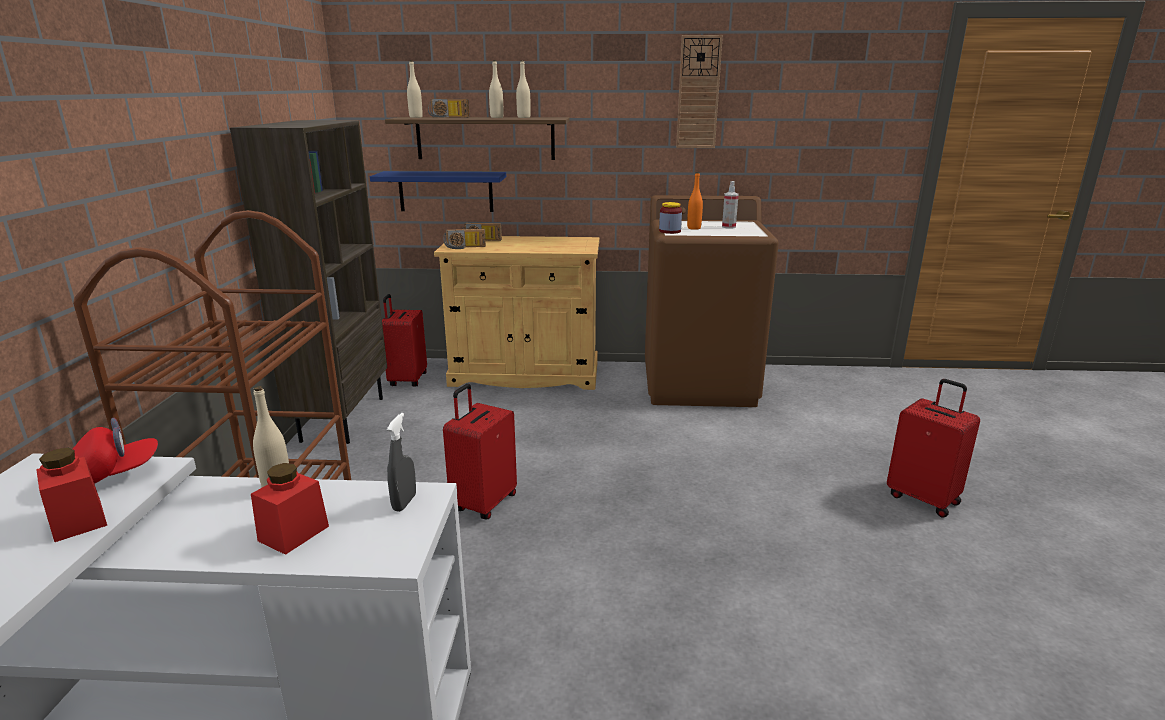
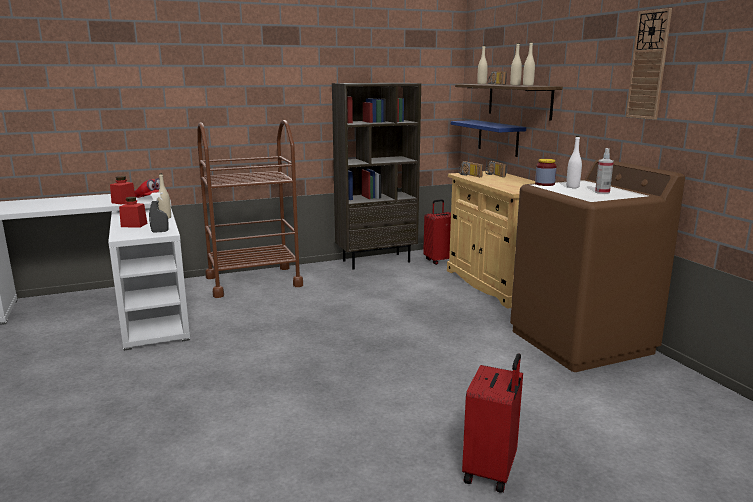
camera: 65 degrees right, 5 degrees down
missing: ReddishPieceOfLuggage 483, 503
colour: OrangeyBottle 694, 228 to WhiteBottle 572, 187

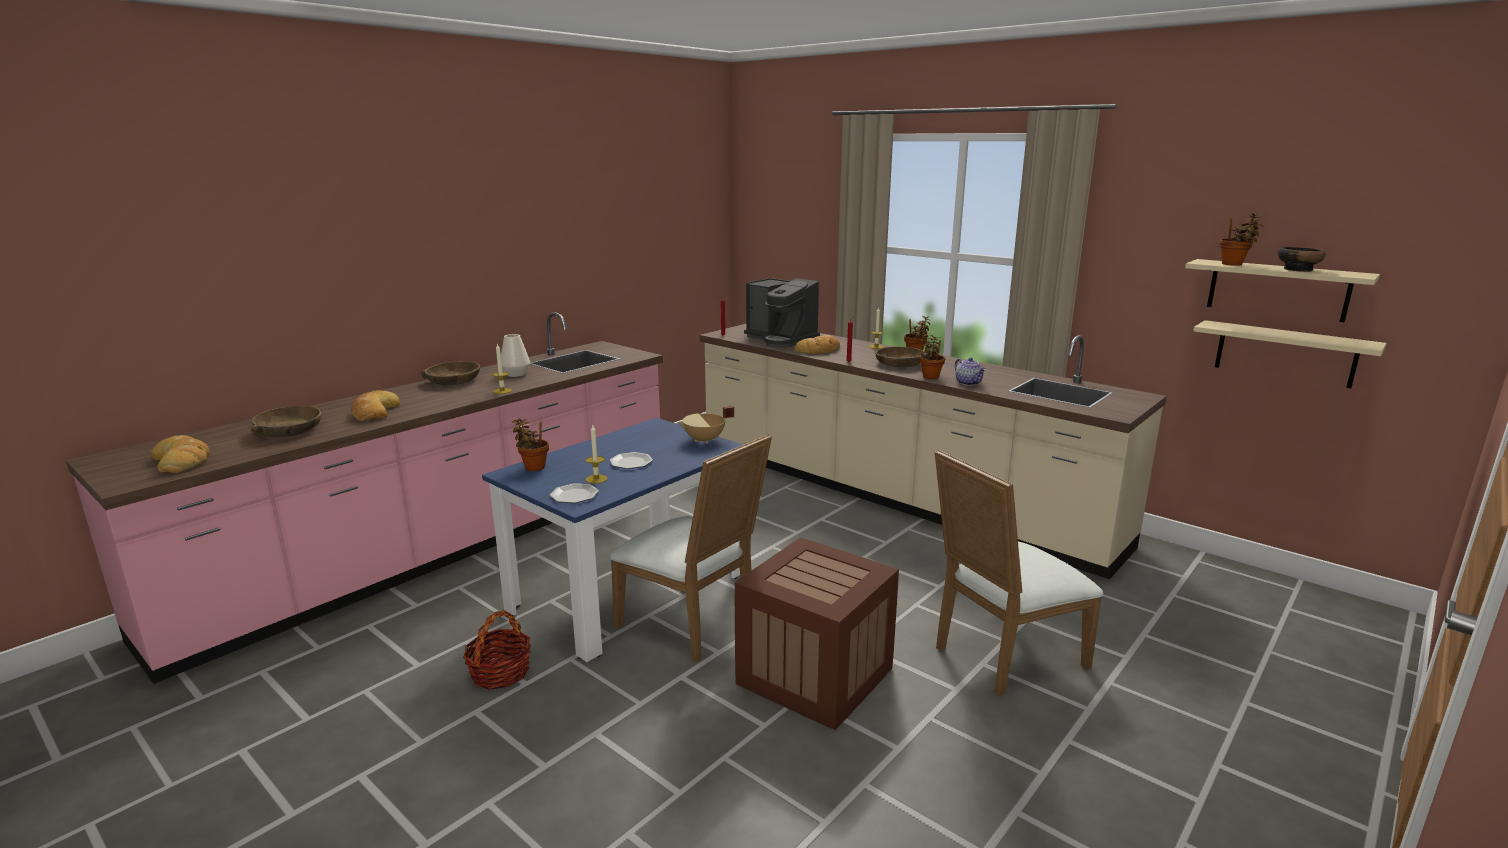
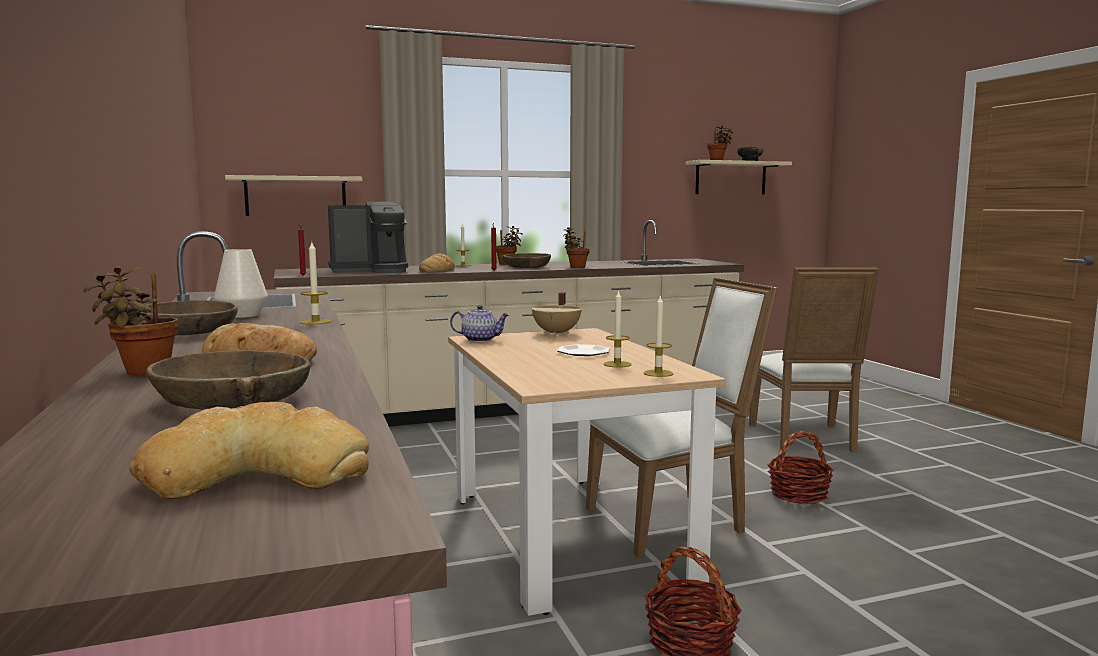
camera: 60 degrees left, 10 degrees down
relocated: BeigeWallShelf 1285, 354 to 296, 196; PotForTea 969, 383 to 480, 340; Houseplant 533, 467 to 142, 372
exchanged: Plate 574, 495 to Candle 658, 373; PackingCrate 815, 676 to Basket 798, 494
colour: BluishKitchenTable 629, 591 to BeigeKitchenTable 566, 536

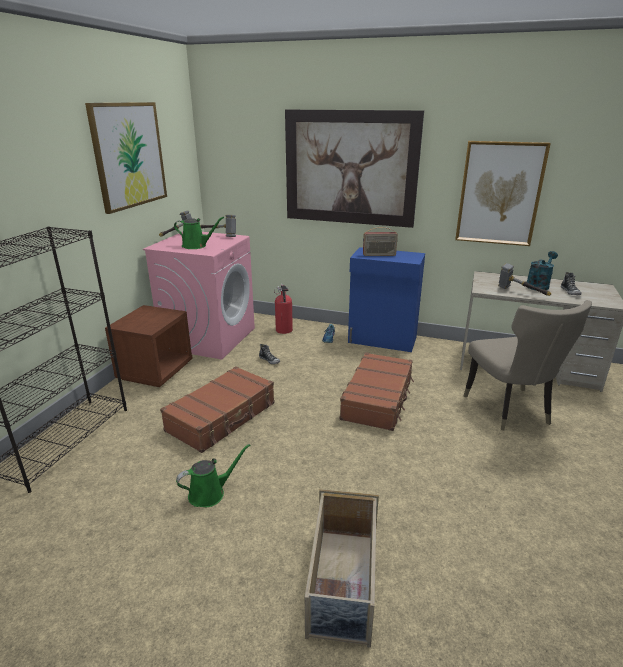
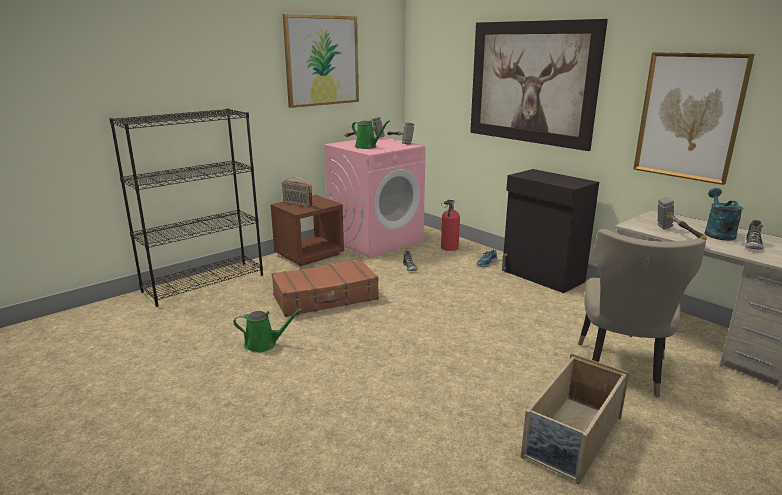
camera: 30 degrees right, 5 degrees down
missing: BrownPieceOfLuggage 378, 399
relocated: RadioReceiver 379, 255 to 297, 204; BeigeStorageBox 343, 582 to 572, 437
colour: BluishCupboard 382, 340 to BlackColouredCupboard 542, 276
spun: TurquoiseColouredSprinklingCan 538, 285 = 717, 233 60 degrees counterclockwise

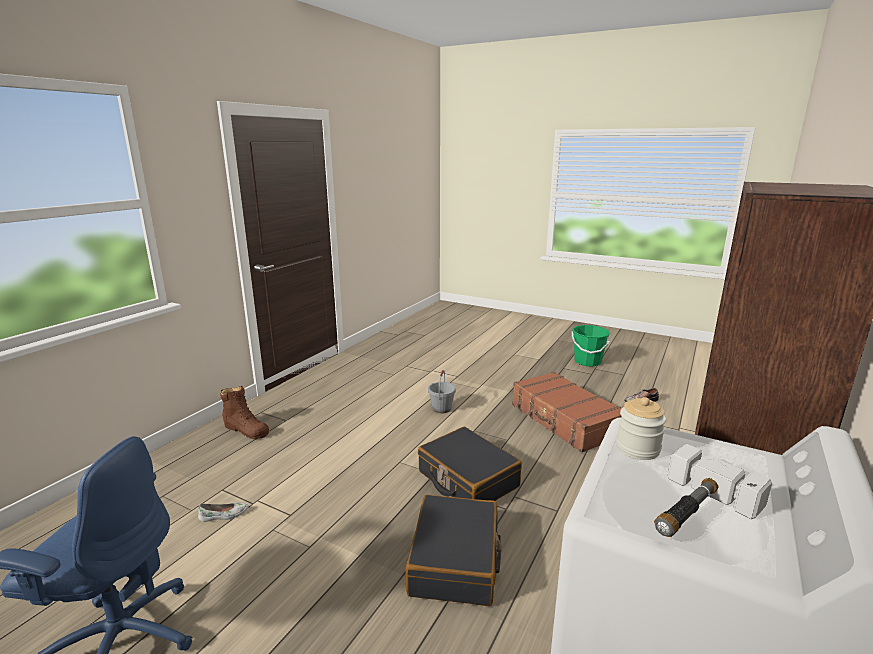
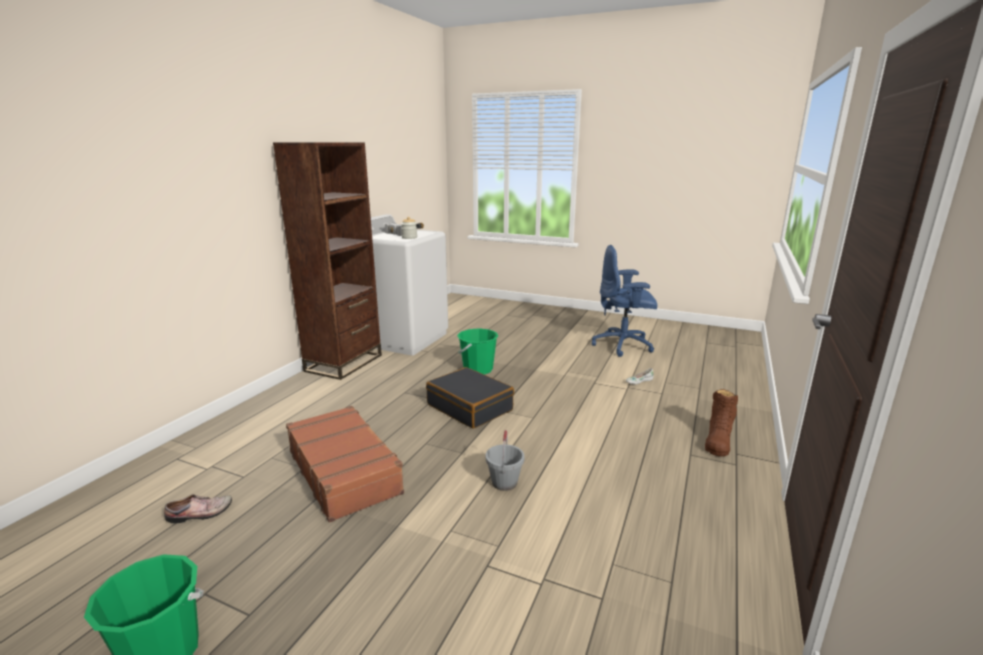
camera: 175 degrees right, 0 degrees up
exchanged: BlackColouredPieceOfLuggage 455, 561 to GreenColouredPail 478, 369
spun: BrownHighTopBoot 246, 429 = 718, 441 90 degrees counterclockwise

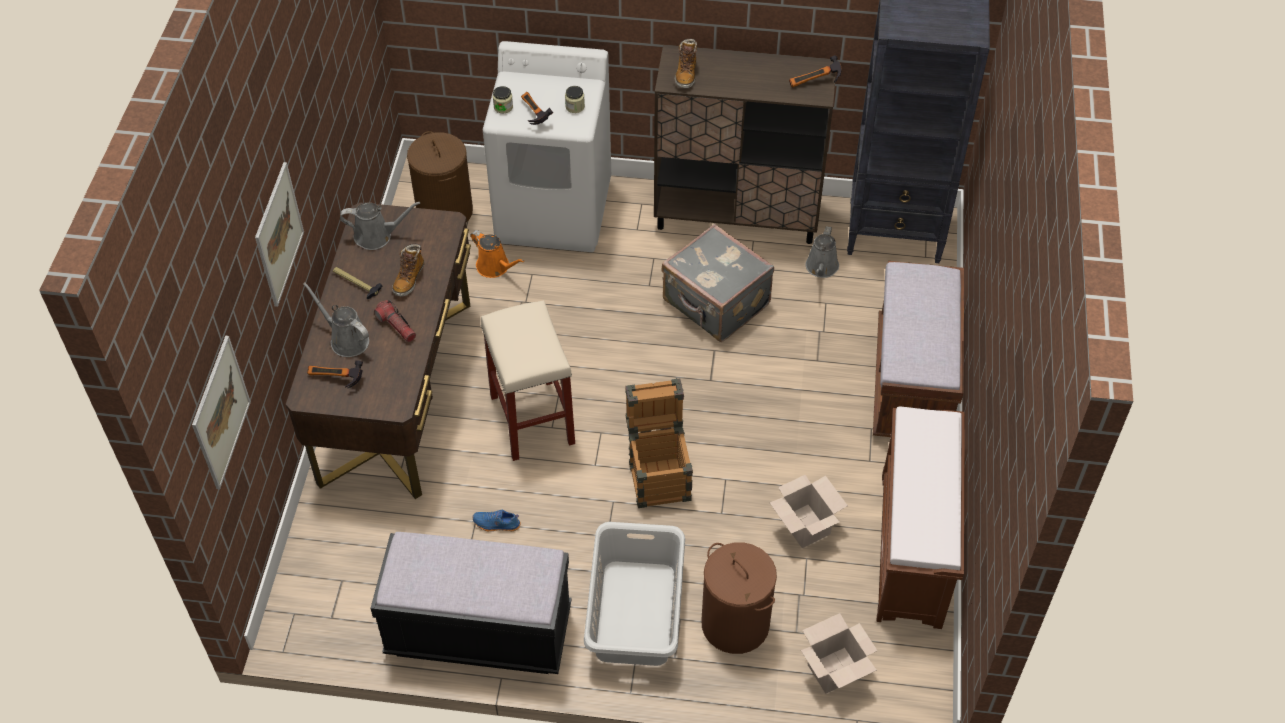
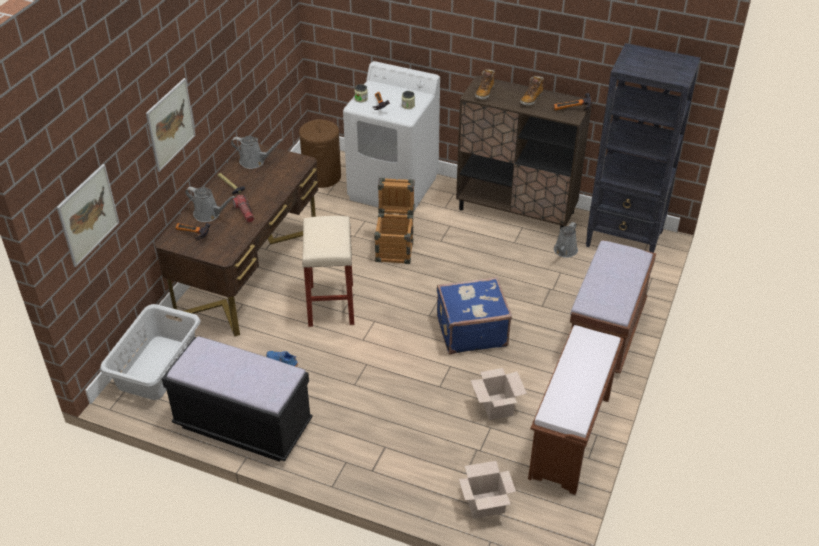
camera: 15 degrees right, 10 degrees down
missing: GreyPieceOfLuggage 715, 304; OrangeySprinklingCan 495, 267; BrownHamper 735, 624
appeared: BluishPieceOfLuggage 471, 331
relocated: HighTopBoot 409, 279 to 531, 99; PackingCrate 659, 474 to 395, 247; GreyHamper 634, 613 to 156, 368
spun: GreySprinklingCan 346, 339 = 209, 214 150 degrees clockwise

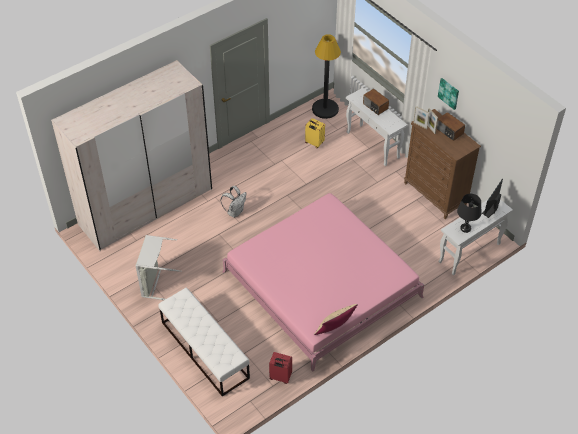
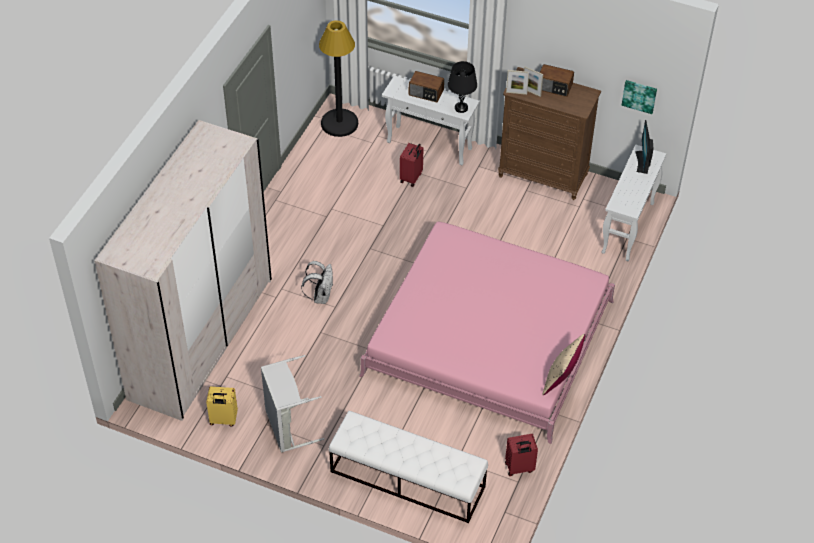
camera: 30 degrees left, 0 degrees up
appeared: ReddishPieceOfLuggage 411, 178
relocated: WallPicture 449, 93 to 639, 96; YellowPieceOfLuggage 314, 143 to 223, 420; BlackColouredTableLamp 465, 228 to 461, 108

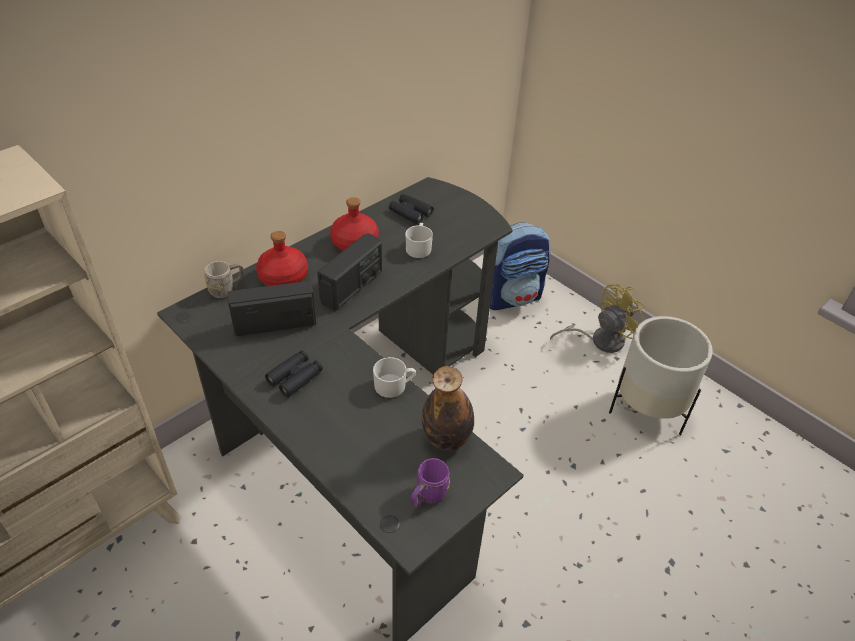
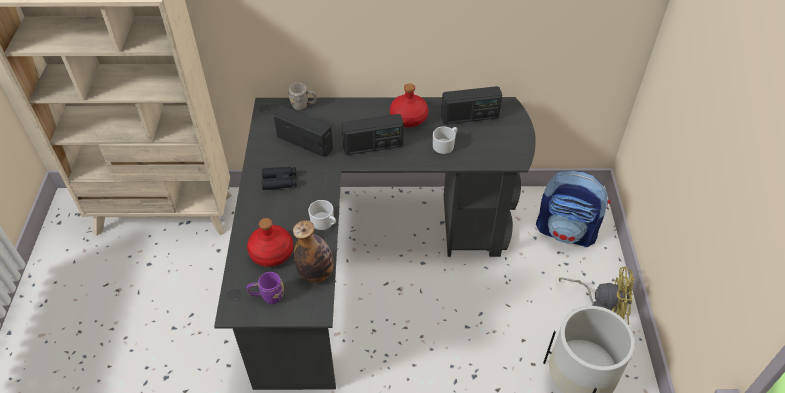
camera: 45 degrees right, 5 degrees up
relocated: ReddishBottle 283, 277 to 271, 252
exchanged: BlackColouredPairOfBinoculars 410, 213 to RadioReceiver 469, 117

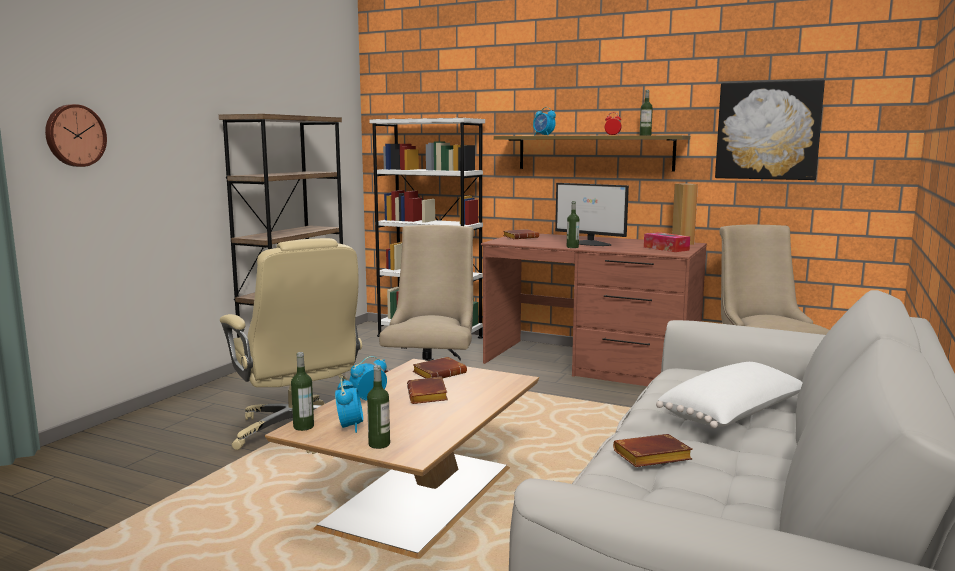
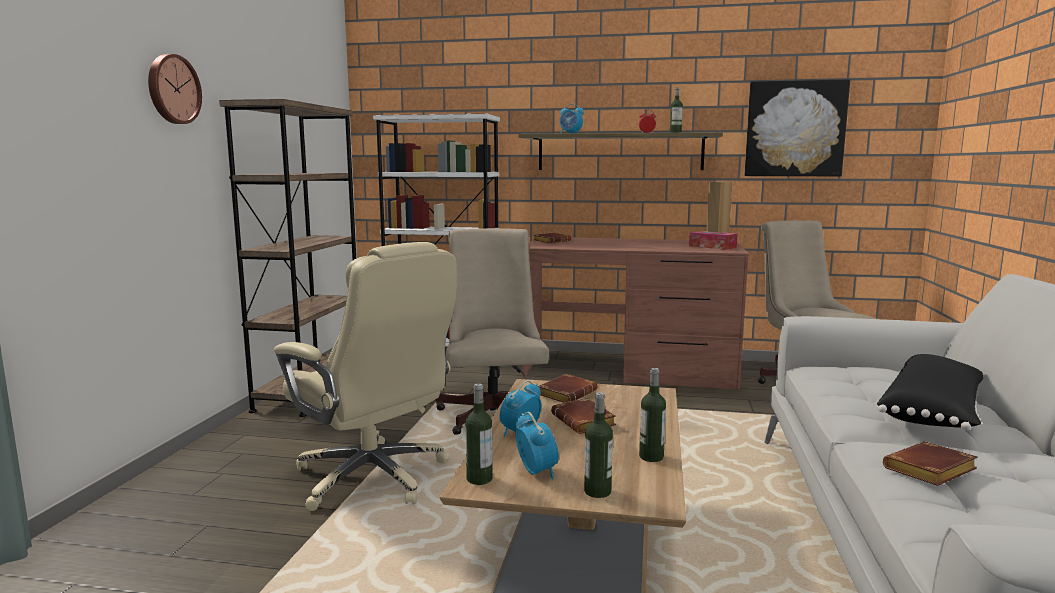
camera: 15 degrees left, 0 degrees up
missing: ComputerDisplay 591, 243
relocated: ClockOnTheWall 74, 135 to 172, 89; Bottle 572, 247 to 651, 457
colour: WhitePillow 735, 416 to BlackColouredPillow 934, 413

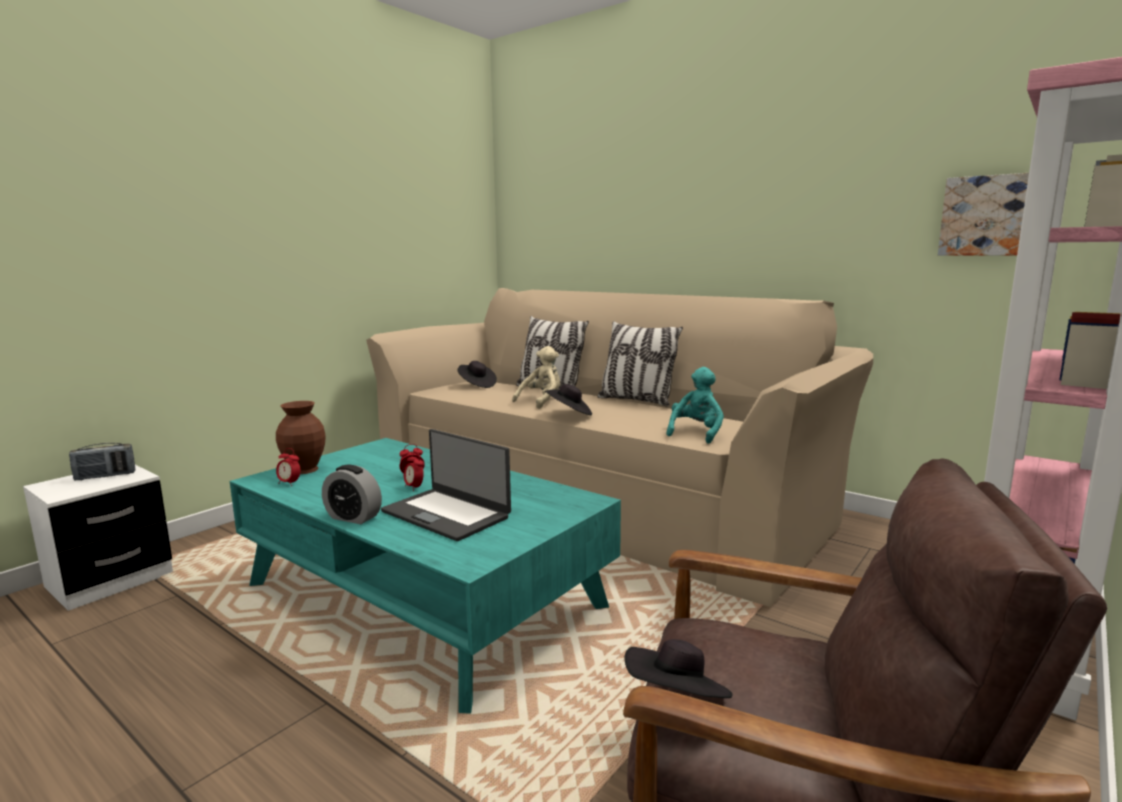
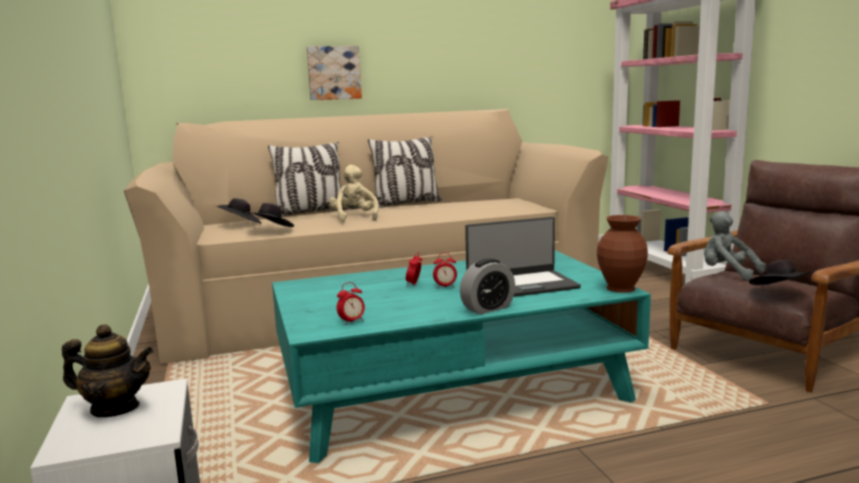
camera: 55 degrees left, 0 degrees up
missing: TurquoiseColouredSoftToy 696, 433
appeared: GreySoftToy 727, 273
relocated: WallPicture 987, 216 to 334, 73; BlackColouredHat 569, 413 to 271, 230; BrownFlowerVase 305, 469 to 621, 288
exchanged: RadioReceiver 105, 476 to PotForTea 115, 408

